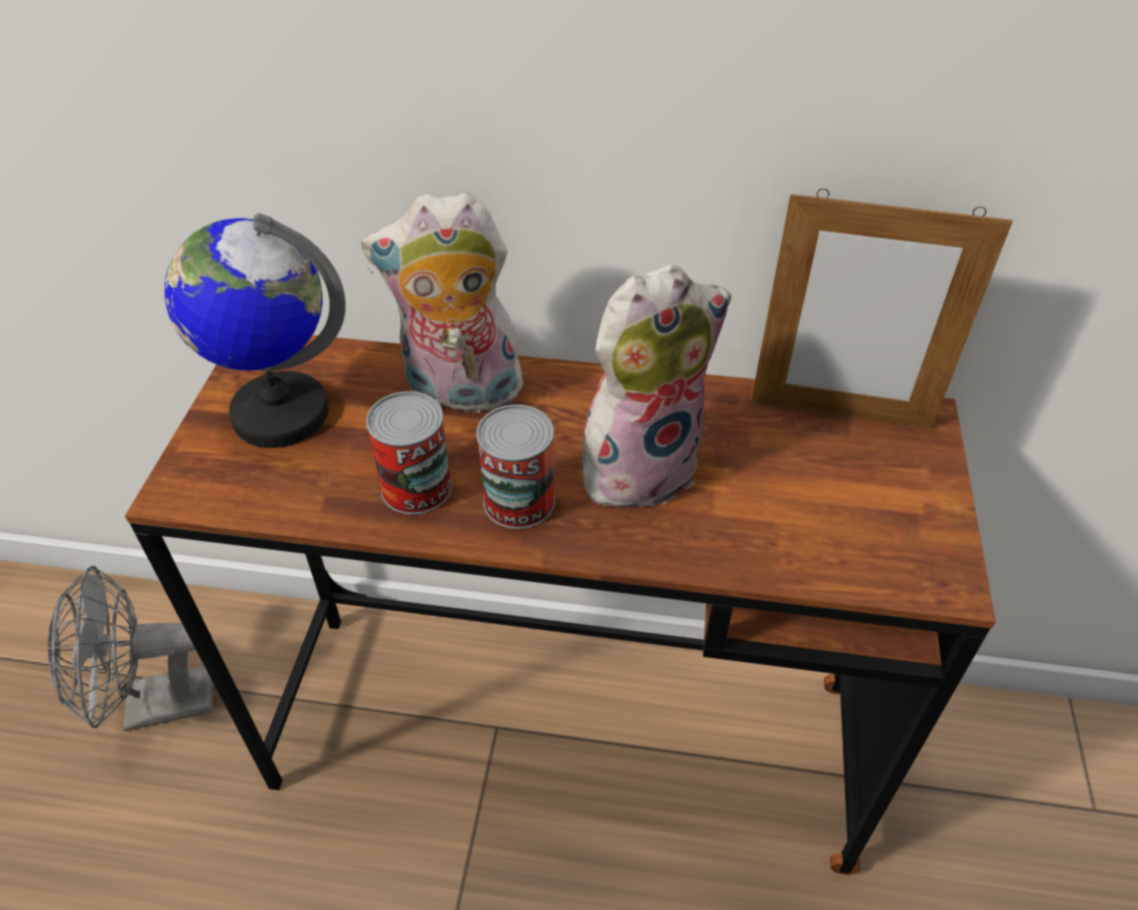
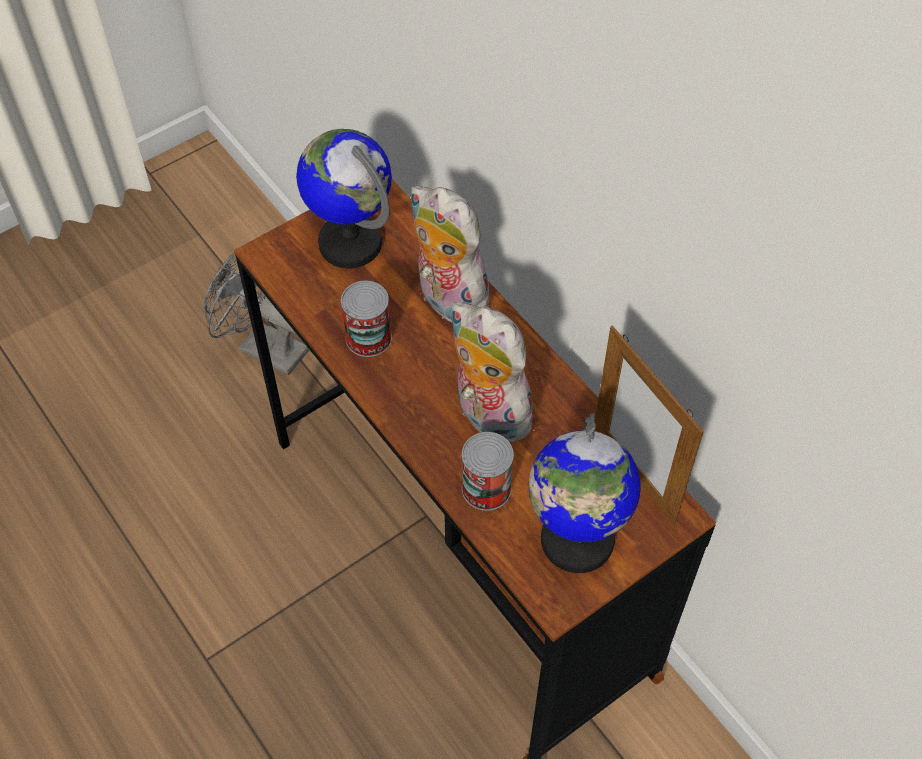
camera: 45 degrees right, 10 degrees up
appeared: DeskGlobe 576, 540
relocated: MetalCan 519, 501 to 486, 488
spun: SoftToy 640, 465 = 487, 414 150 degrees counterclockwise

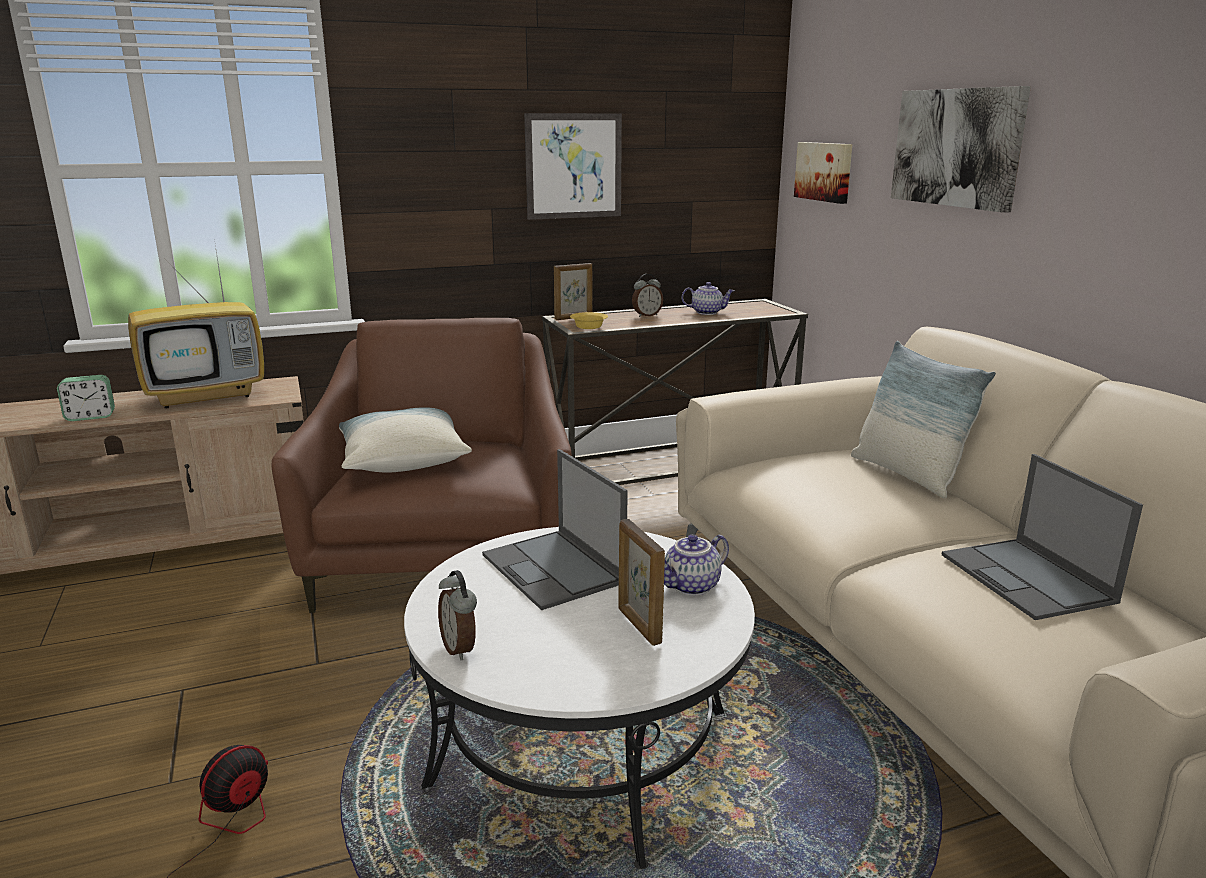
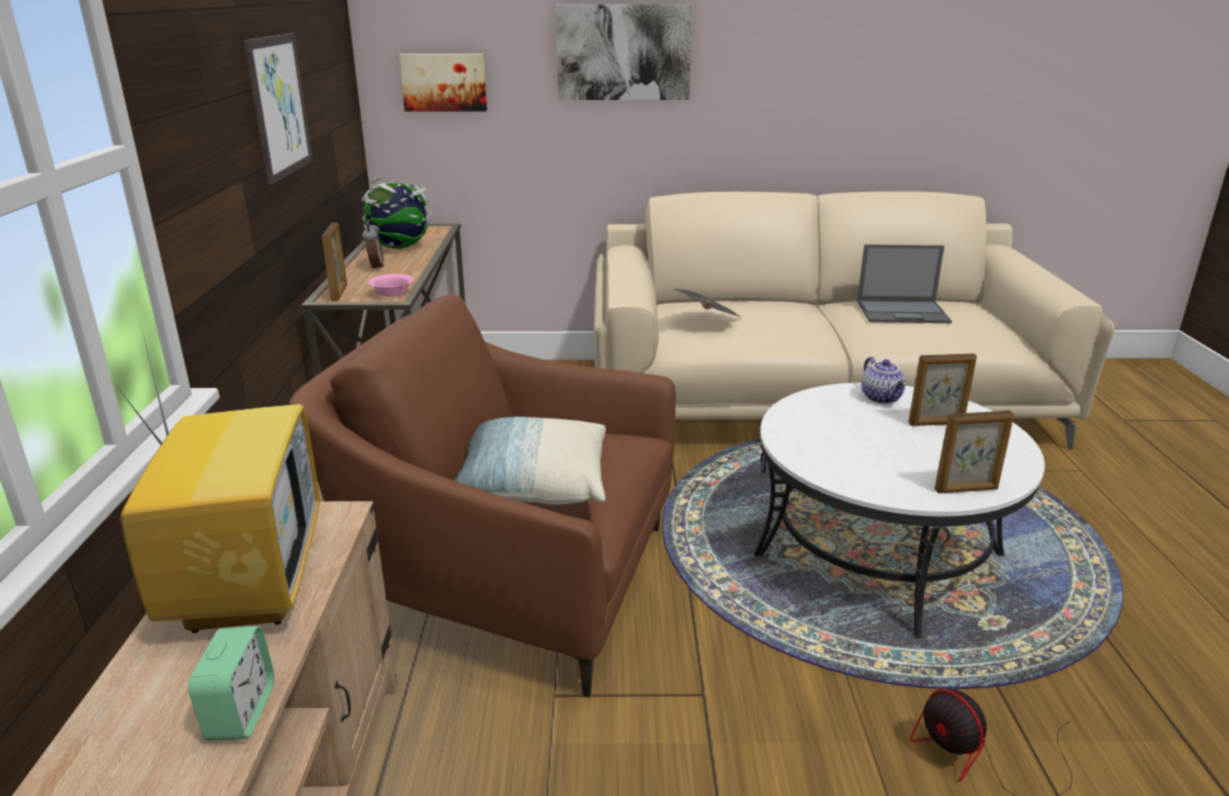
camera: 70 degrees left, 5 degrees up
missing: Pillow 907, 474; PortableComputer 554, 569
appeared: PrintedPaper 709, 322
exchanged: PotForTea 707, 312 to DeskGlobe 400, 247; TableClock 460, 648 to StandingFrame 966, 490
colour: YellowServingBowl 589, 327 to PinkColouredServingBowl 393, 292

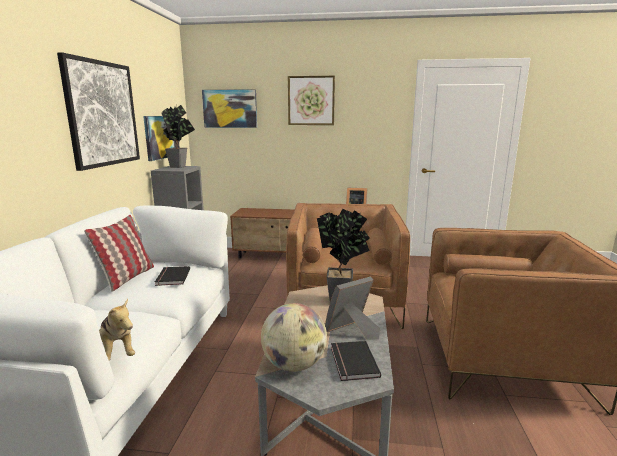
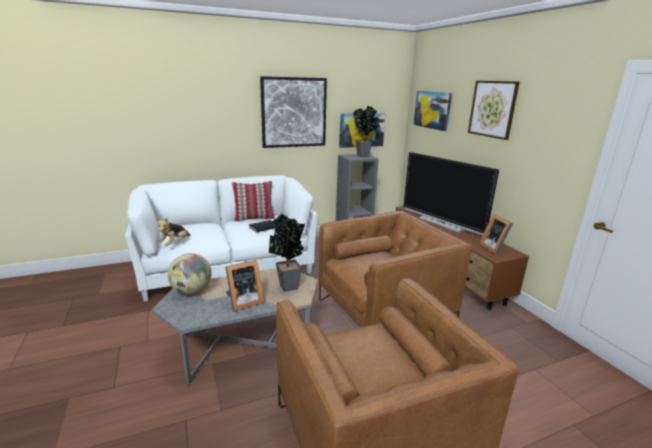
camera: 60 degrees right, 5 degrees up
missing: BlackColouredVolume 352, 362
appeared: TvSet 442, 223
spun: StandingFrame 352, 331 = 243, 301 120 degrees clockwise

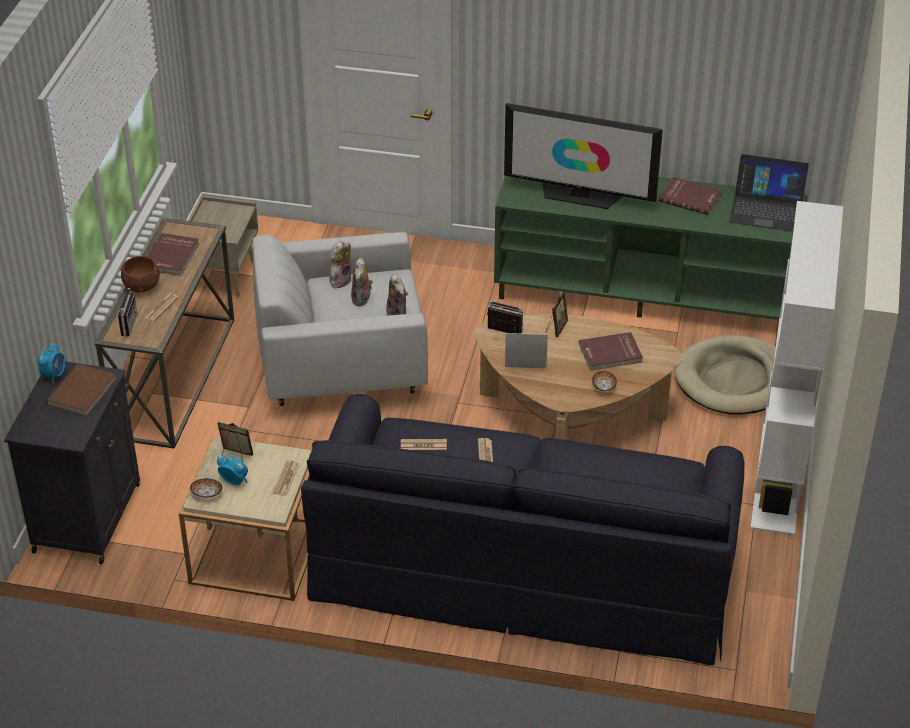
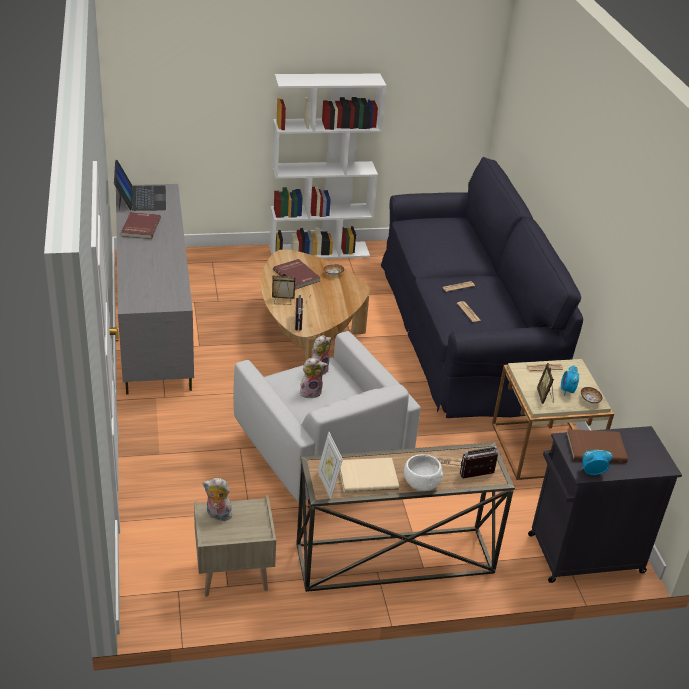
camera: 115 degrees left, 5 degrees down
missing: TvSet 579, 195; BeigeDogCushion 734, 380
relocated: SoftToy 340, 280 to 217, 515; StandingFrame 525, 370 to 328, 484
colour: GreenColouredMediaConsole 644, 294 to GreyMediaConsole 154, 321; ReddishVolume 172, 256 to BeigeVolume 367, 476; BrownServingBowl 142, 285 to WhiteServingBowl 421, 483

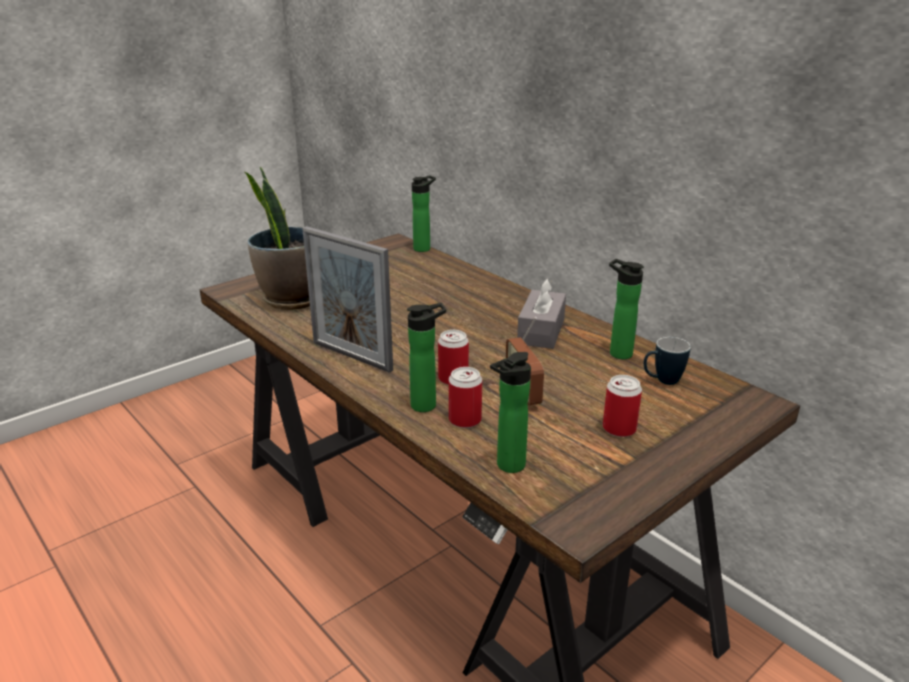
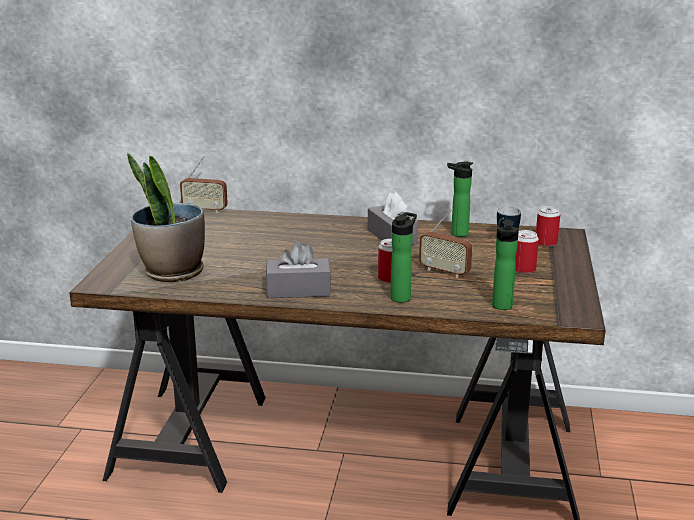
camera: 40 degrees left, 5 degrees down
relocated: MetalCan 465, 420 to 546, 243
exchanged: Bottle 424, 248 to RadioReceiver 205, 210; StandingFrame 352, 356 to GreyTissueBox 298, 290

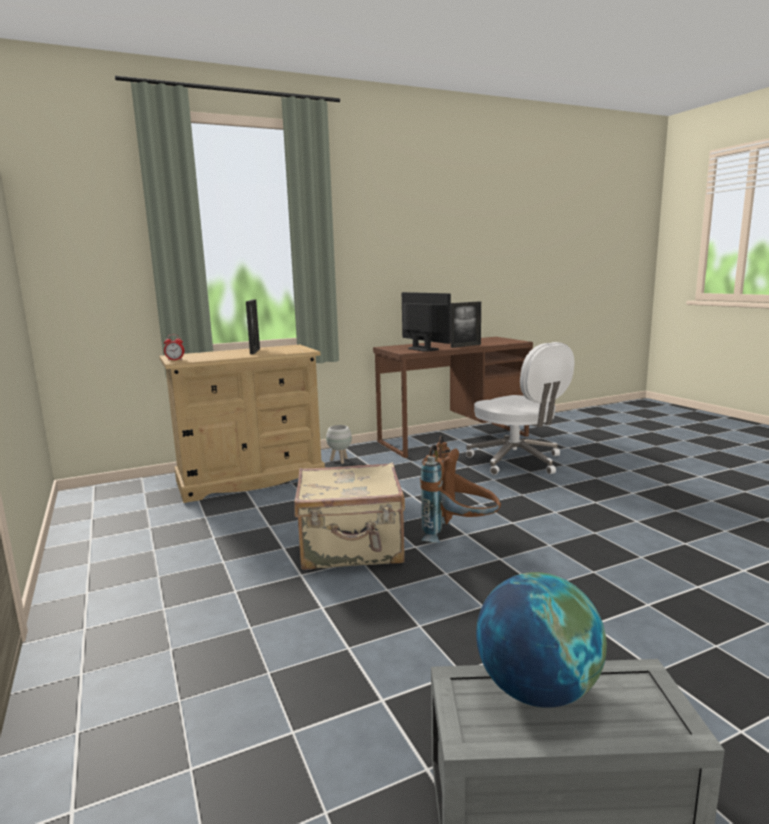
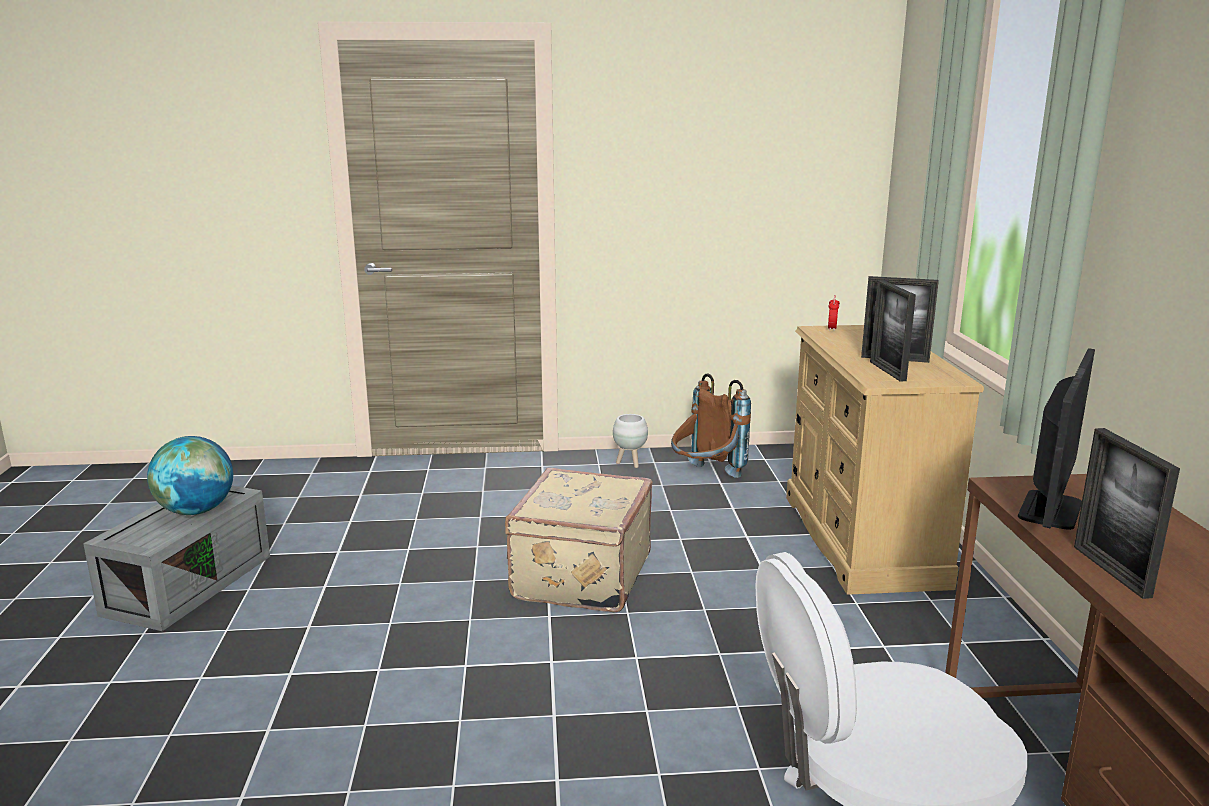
camera: 110 degrees right, 5 degrees up
appeared: StandingFrame 887, 371
relocated: WhitePlanter 340, 461 to 629, 463; BrownRucksack 459, 536 to 705, 477
spun: ComputerDisplay 423, 349 = 1049, 510 45 degrees counterclockwise

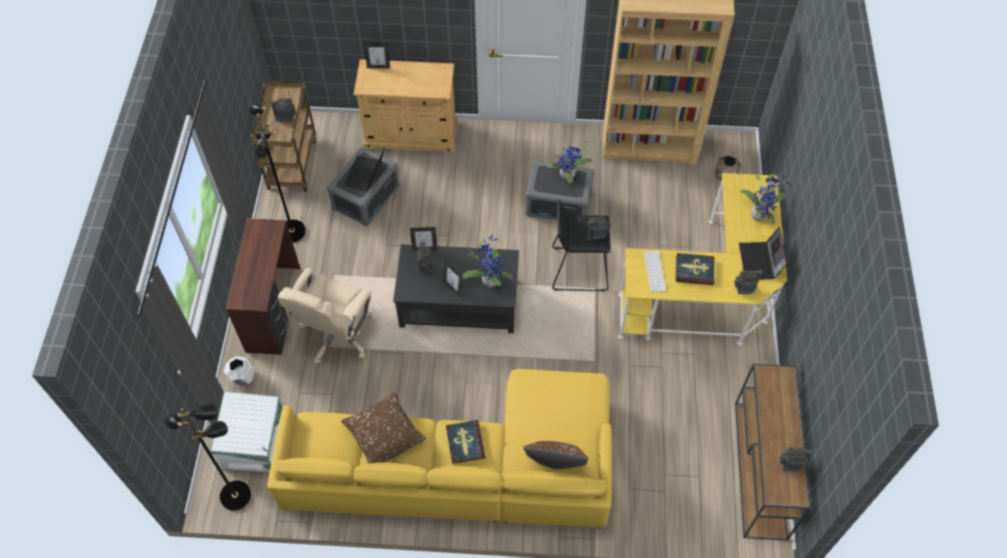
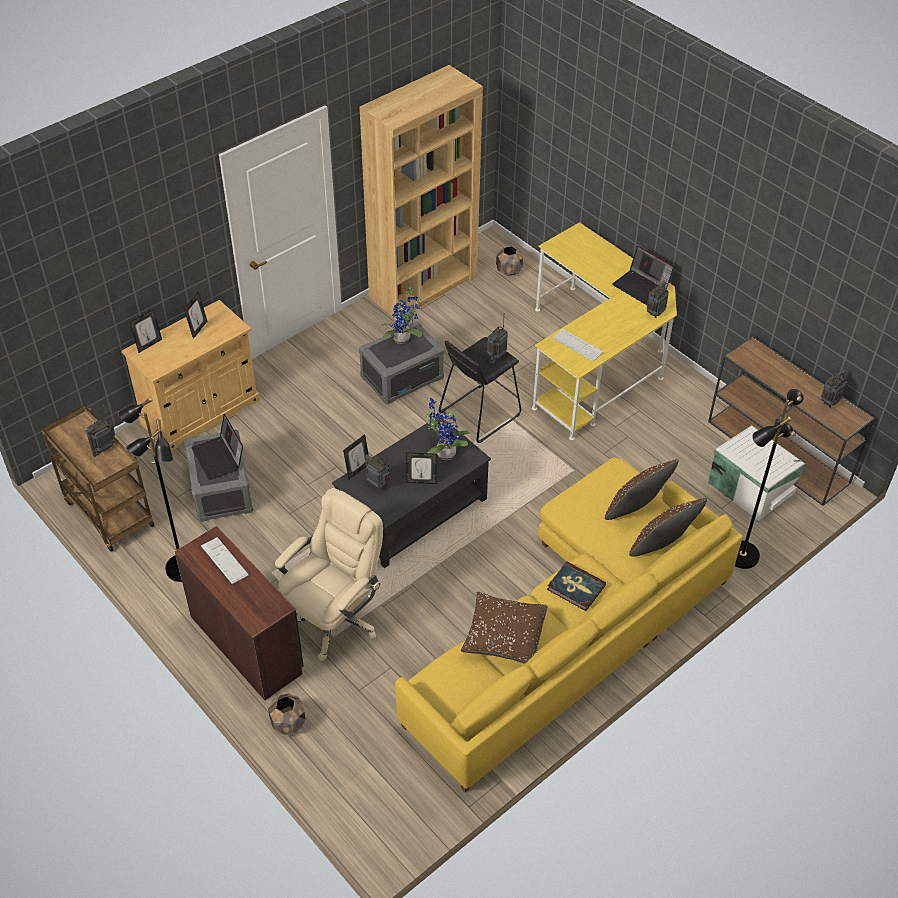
camera: 45 degrees left, 10 degrees down
missing: Houseplant 760, 214; Volume 694, 270
appeared: StandingFrame 198, 329; BrownPillow 636, 509; Keyboard 224, 561
relocated: WhiteStorageBox 256, 441 to 751, 487; BlackColouredStandardLamp 236, 494 to 741, 554
colour: WhitePlanter 242, 377 to BrownPlanter 288, 722
spun: BeigeOfficeChair 337, 334 = 334, 617 120 degrees counterclockwise

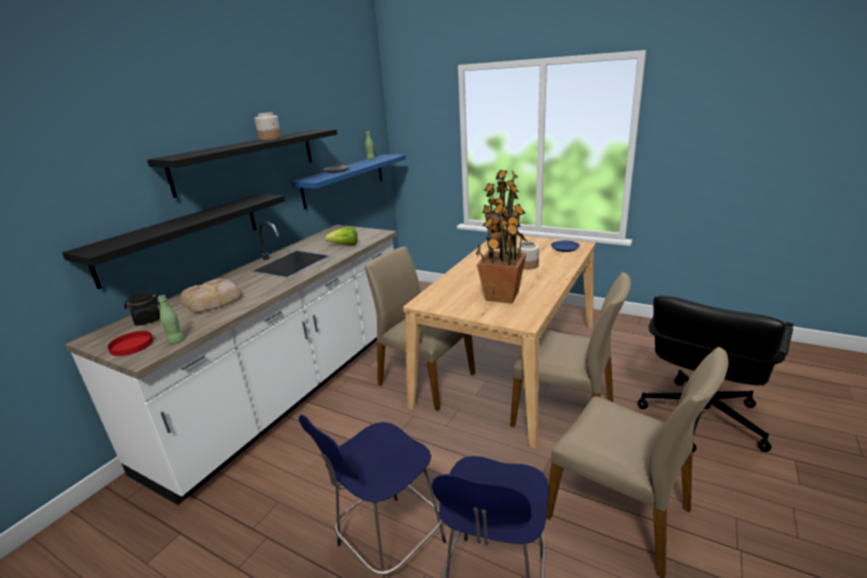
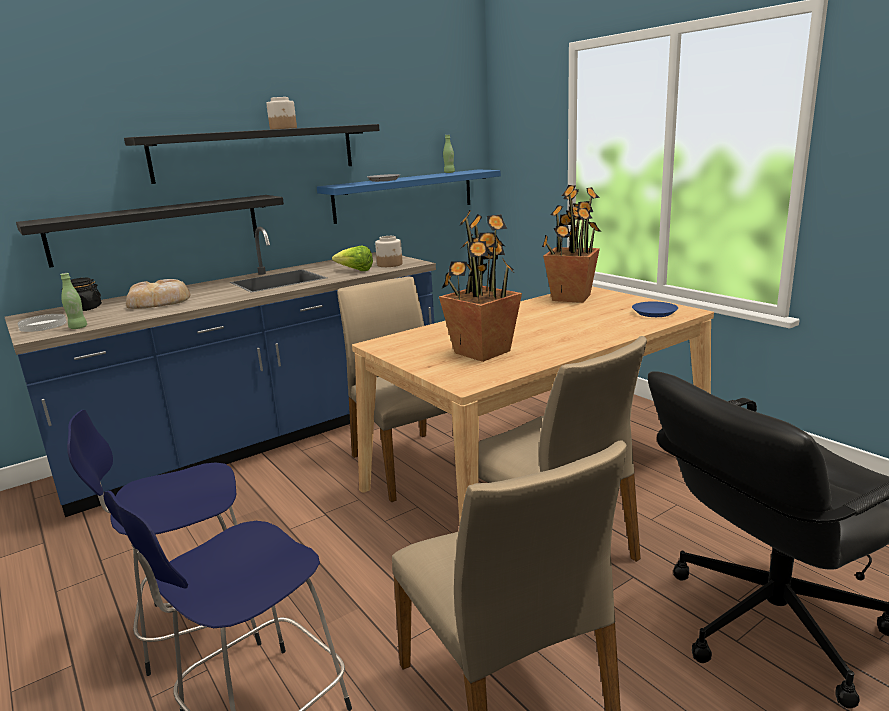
camera: 25 degrees right, 5 degrees down
relocated: Jar 528, 265 to 390, 264
colour: WhiteKitchenBaseUnit 293, 387 to BluishKitchenBaseUnit 264, 437; ReddishPlate 131, 345 to WhitePlate 42, 325

